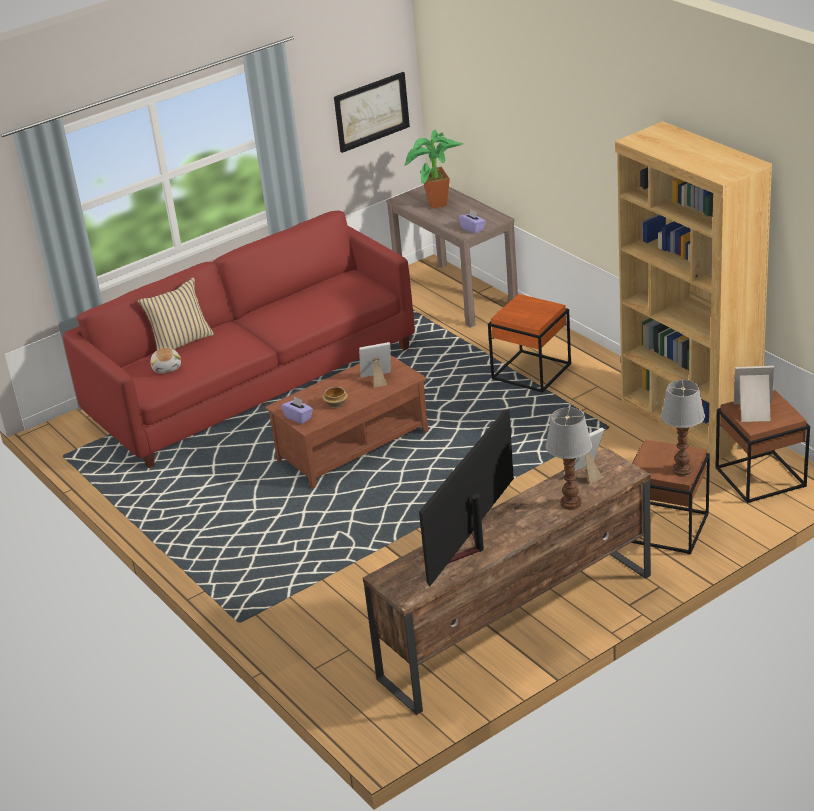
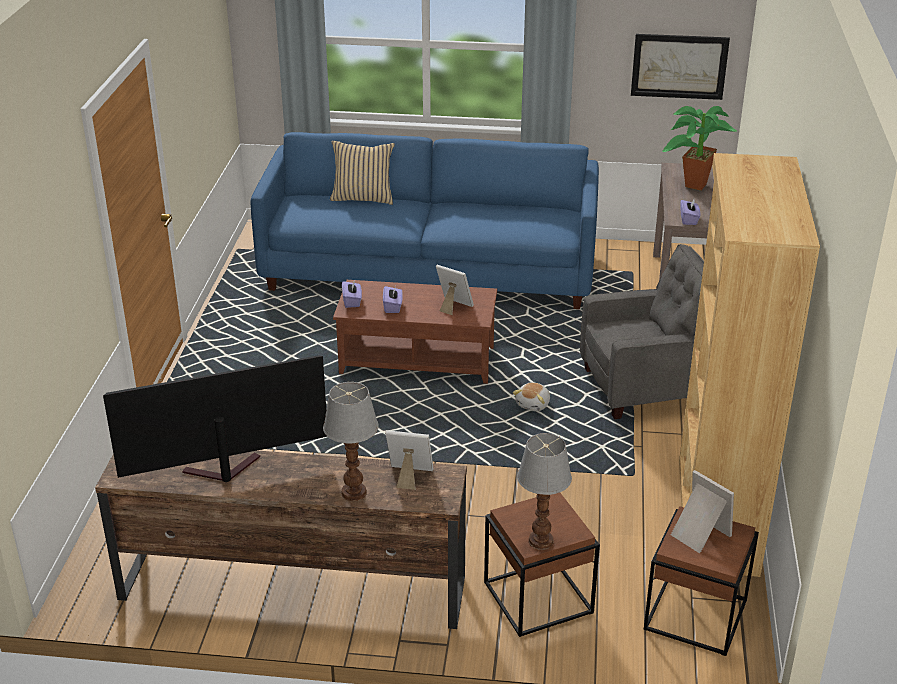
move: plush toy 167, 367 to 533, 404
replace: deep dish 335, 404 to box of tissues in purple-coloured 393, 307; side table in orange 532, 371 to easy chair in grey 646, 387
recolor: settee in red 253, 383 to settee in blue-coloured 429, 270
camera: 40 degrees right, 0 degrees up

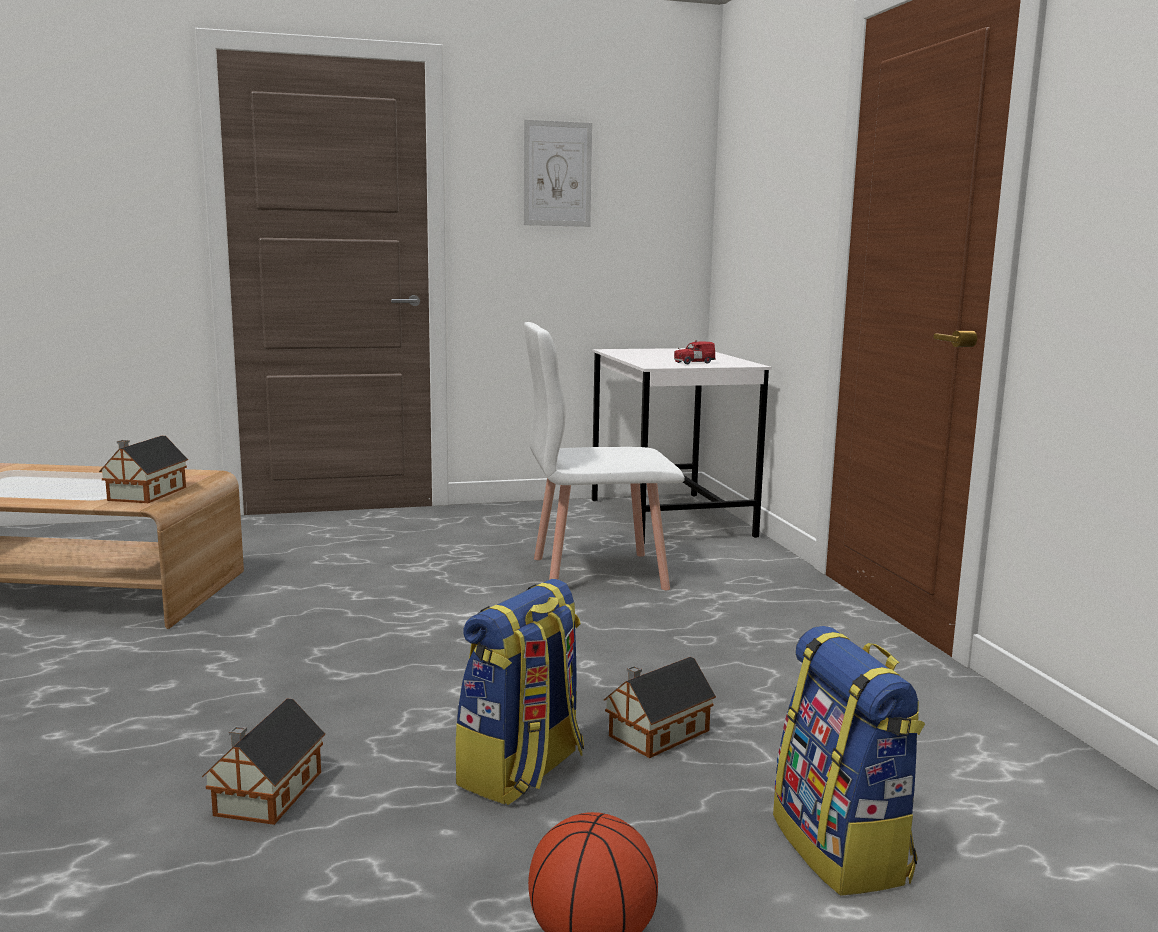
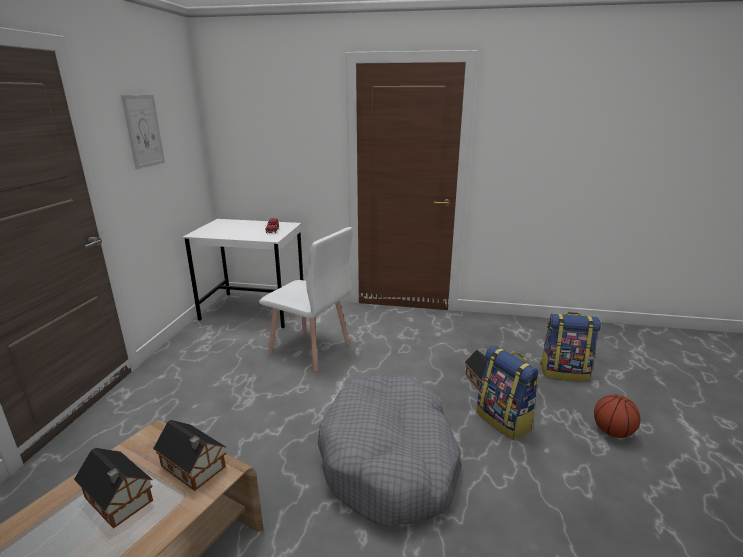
insert: pet bed in grey 390, 460
move: toy house 265, 795 to 119, 501
rotate: chair in whitish 597, 573 = 310, 349 75 degrees counterclockwise
camera: 65 degrees left, 10 degrees up

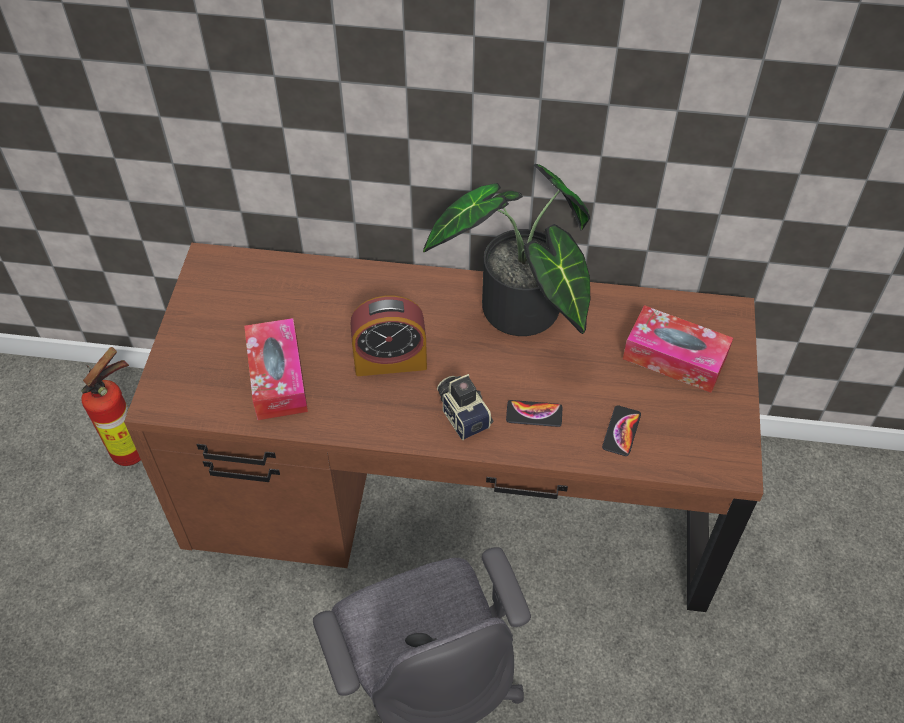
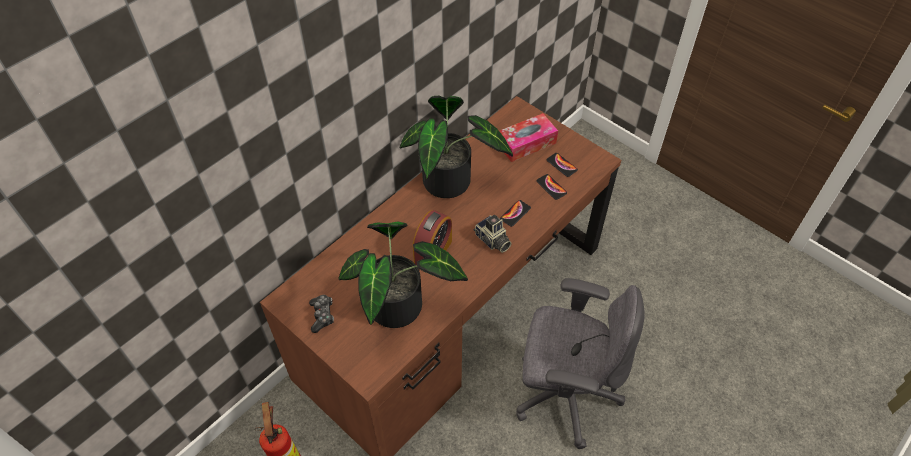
insert: game controller 322, 315; handset 561, 165
replace: box of tissues 277, 377 to plant in a pot 401, 309
rotate: photo camera 463, 414 = 492, 241 135 degrees counterclockwise
camera: 55 degrees left, 0 degrees up

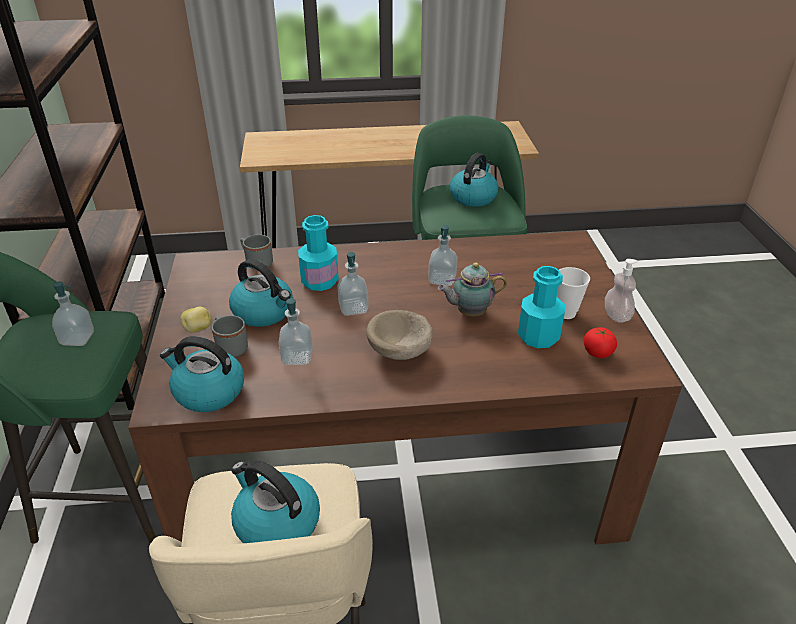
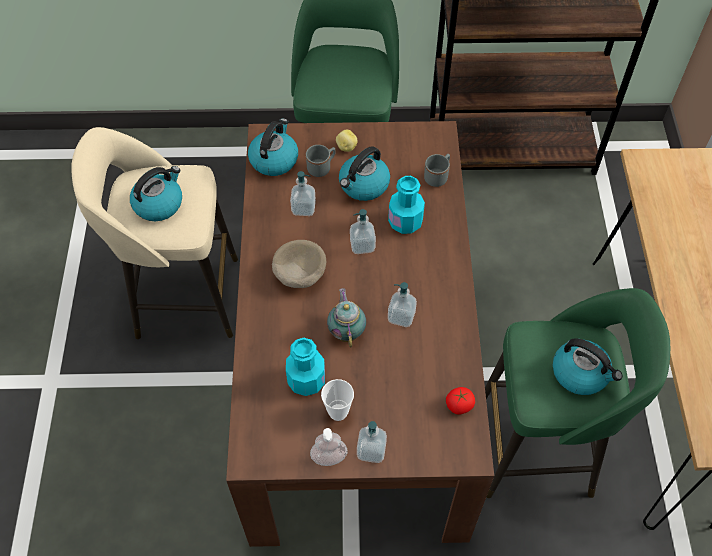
move: liquid soap bottle 77, 338 to 371, 450; tomato 597, 352 to 459, 405
camera: 95 degrees right, 20 degrees up

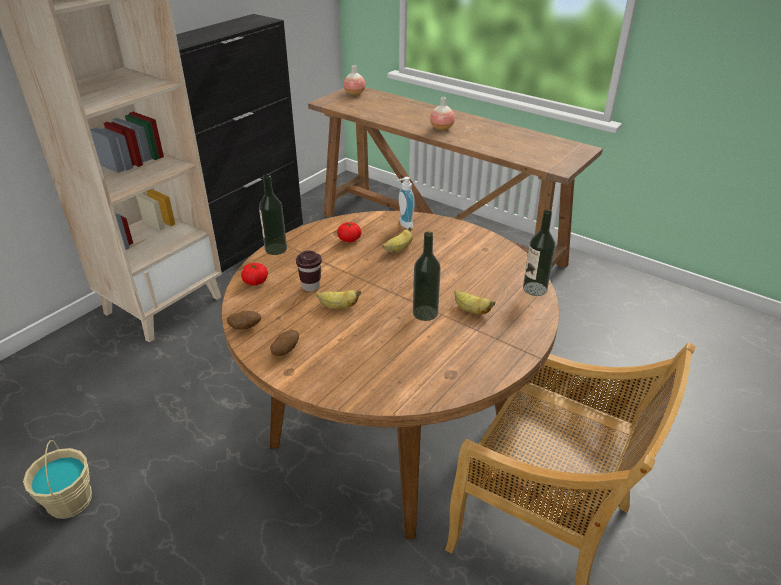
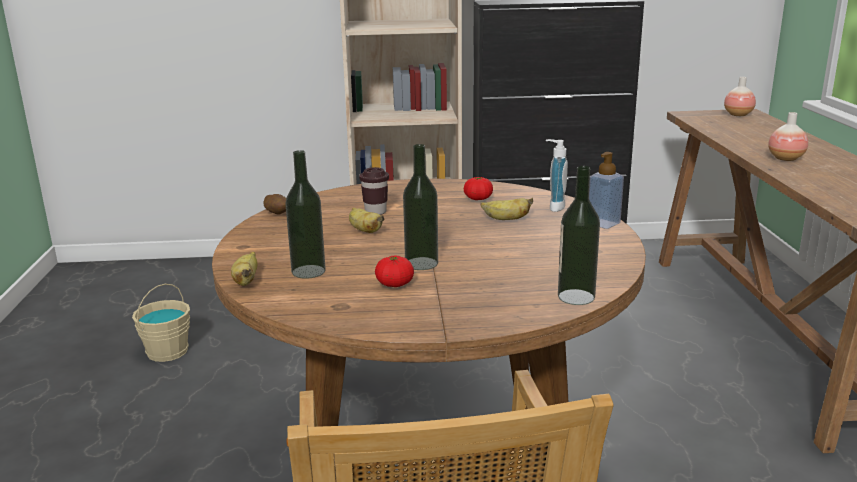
delete: spud 285, 351
insert: liquid soap bottle 603, 223
move: tomato 255, 281 to 394, 284; bottle 276, 249 to 308, 271; whole banana 471, 310 to 246, 281
camera: 50 degrees right, 15 degrees down

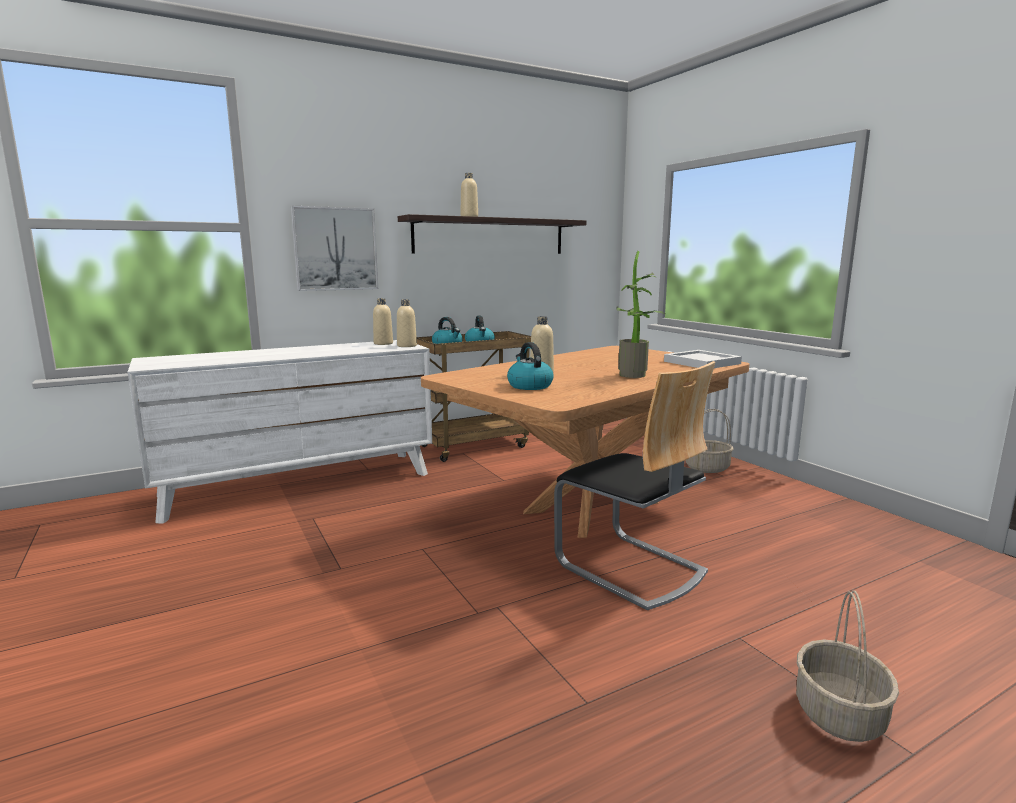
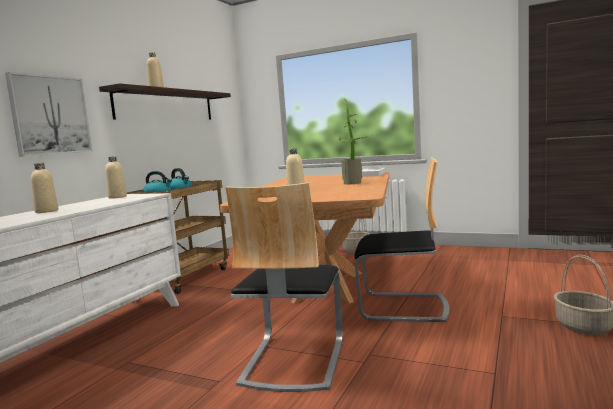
delete: kettle 529, 386
insert: chair 293, 360
move: bottle in beige-coloured 407, 346 to 46, 211
camera: 35 degrees left, 5 degrees down

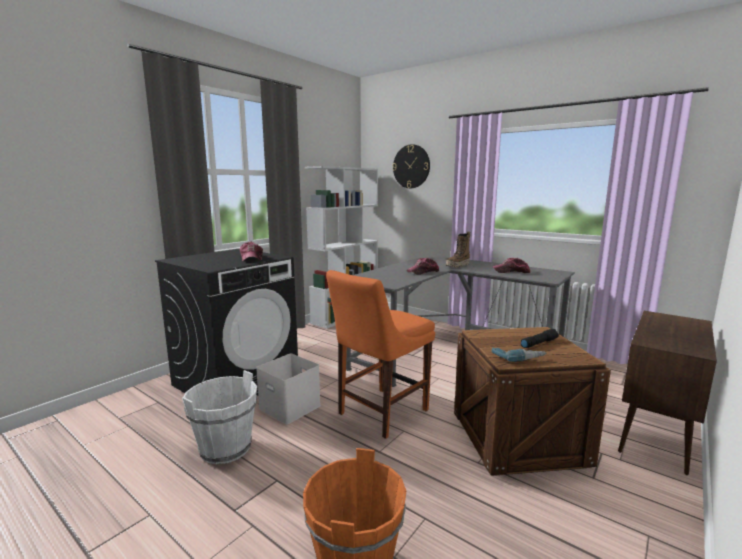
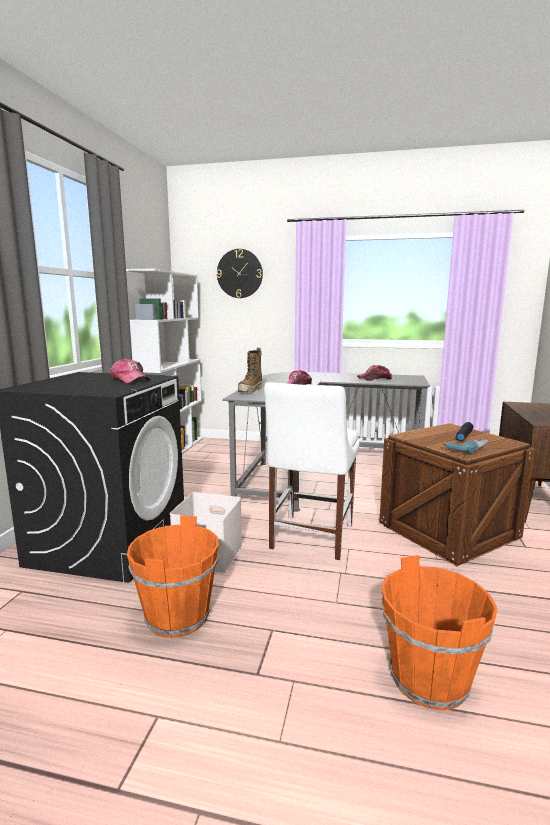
move: high-top boot 457, 266 to 250, 390
recolor: pail in whitish 226, 449 to pail in orange 178, 617; chair in orange 380, 413 to chair in whitish 310, 538
camera: 25 degrees left, 0 degrees up

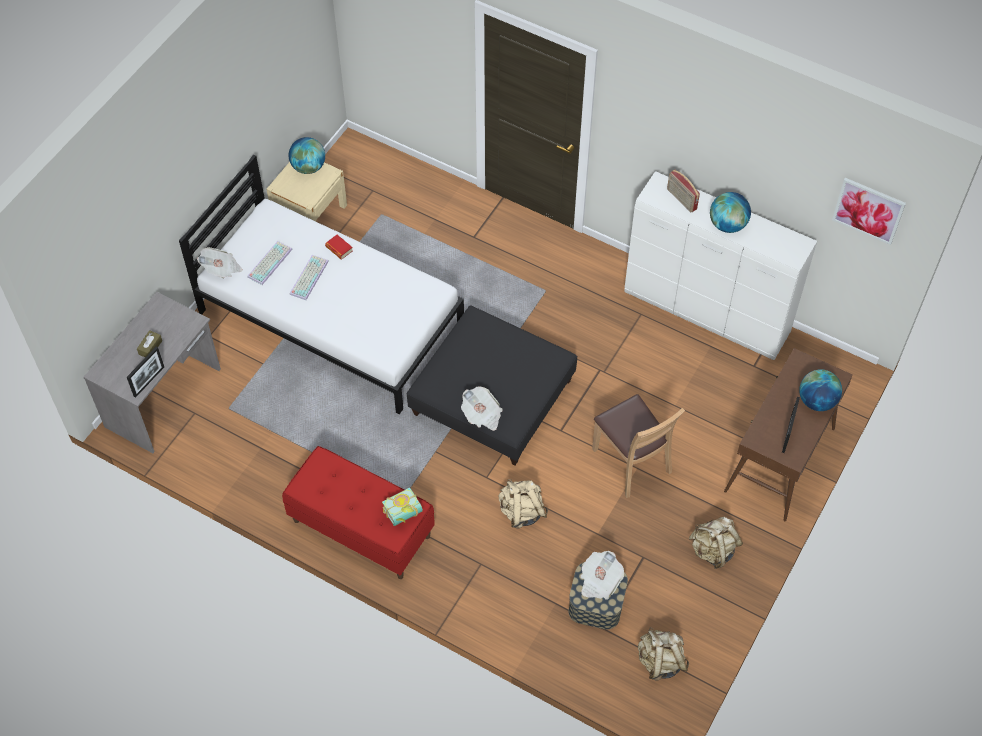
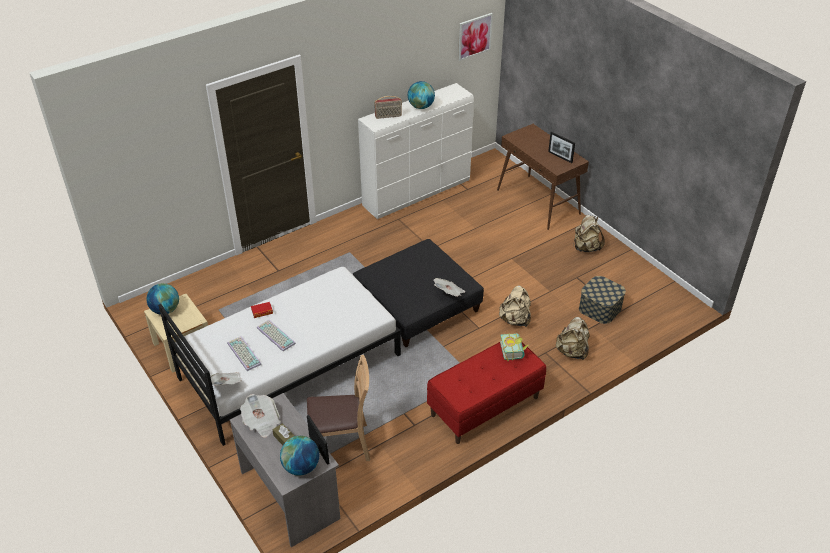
move: newspaper 599, 581 to 261, 422; chair in brownish 631, 462 to 342, 444; backpack in beige-coloured 660, 661 to 572, 351; world globe 816, 401 to 301, 467
camera: 65 degrees left, 15 degrees down

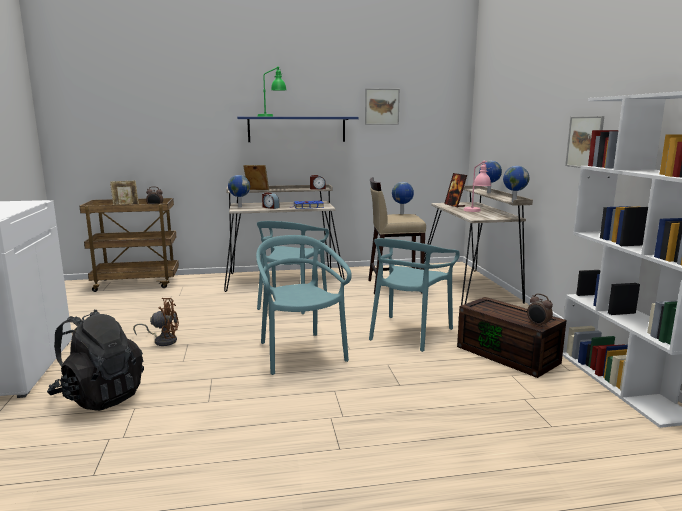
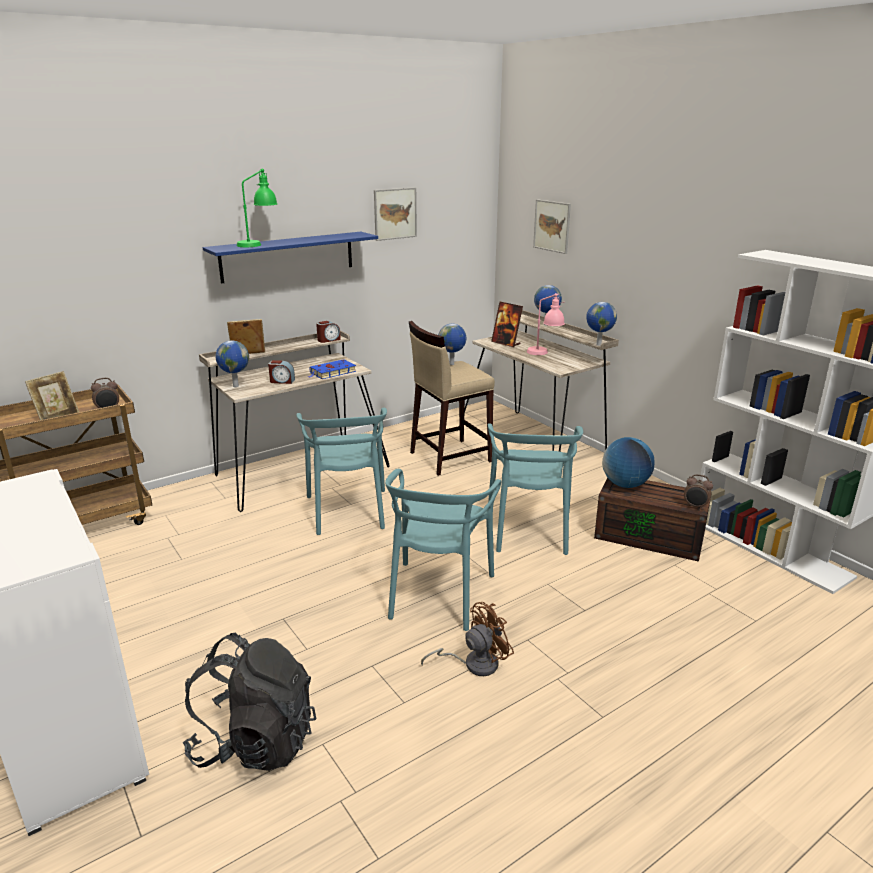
insert: world globe 625, 484
move: fan in brownish 163, 340 to 474, 664; picture 584, 142 to 552, 226
rotate: chair in turquoise-coloured 300, 353 = 439, 594 120 degrees counterclockwise
camera: 25 degrees left, 10 degrees up

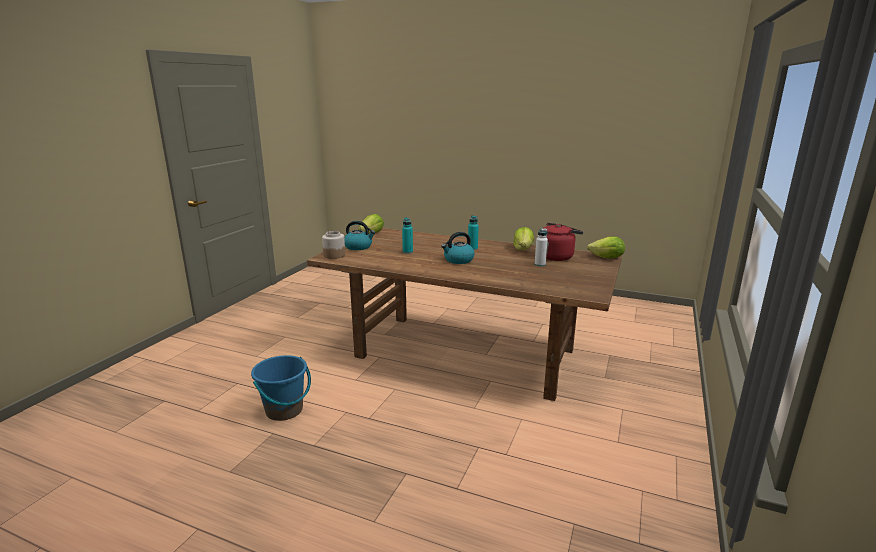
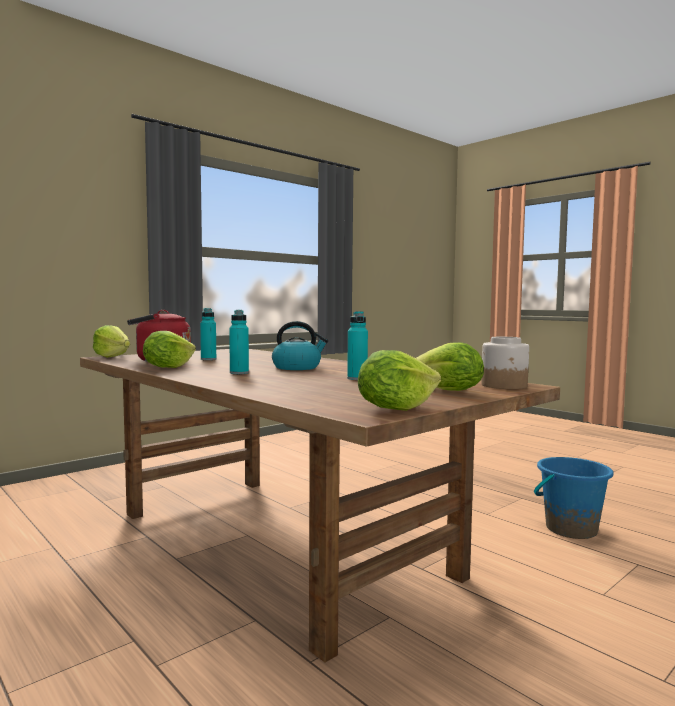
replace: kettle 359, 247 to lettuce head 448, 391
recolor: bottle in whitish 540, 264 to bottle in turquoise-coloured 208, 359
camera: 155 degrees left, 15 degrees down

